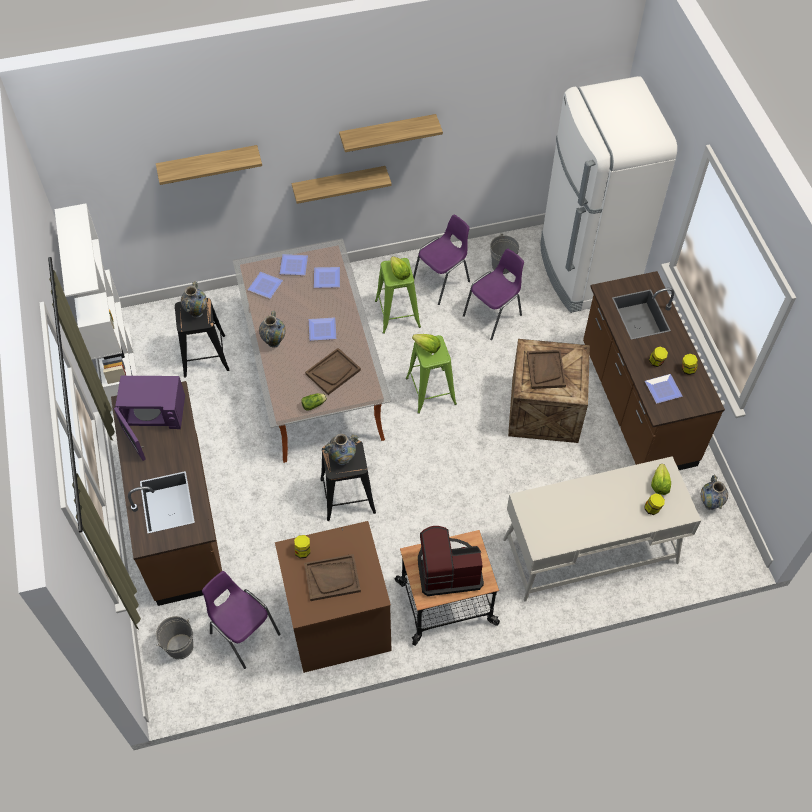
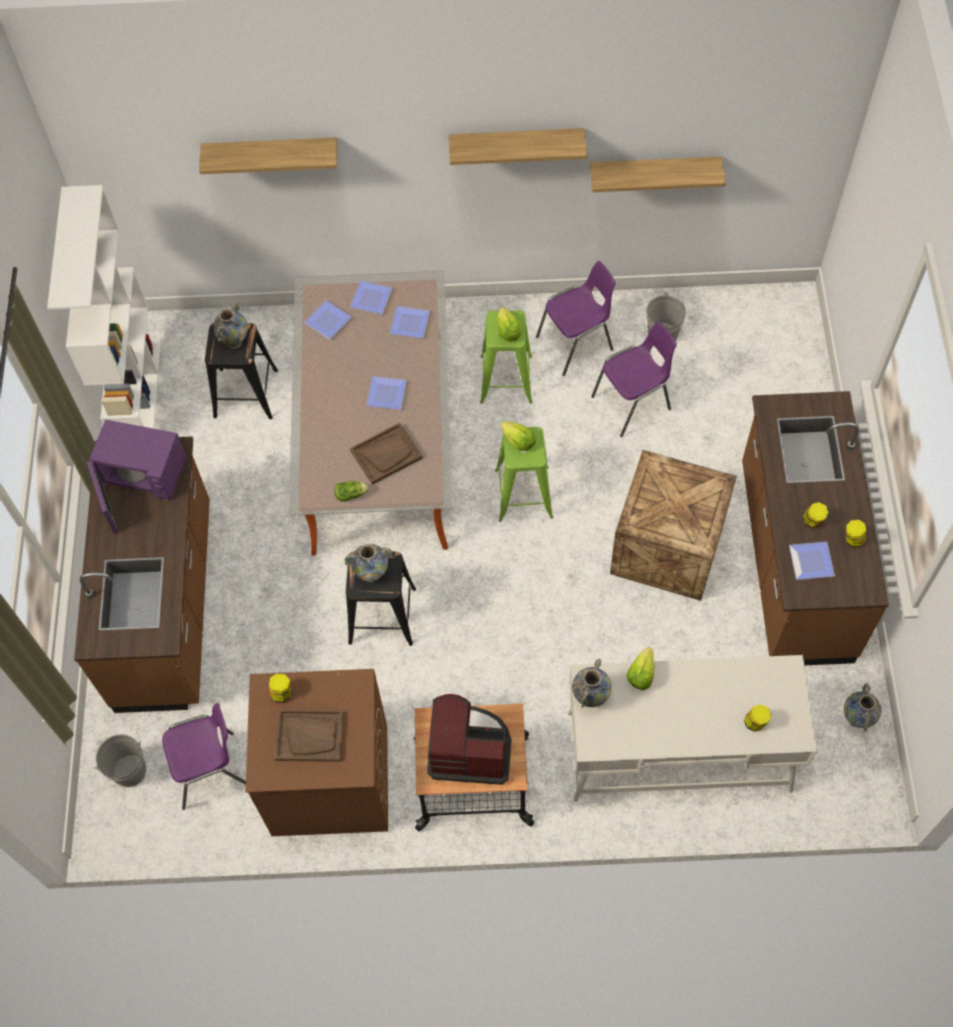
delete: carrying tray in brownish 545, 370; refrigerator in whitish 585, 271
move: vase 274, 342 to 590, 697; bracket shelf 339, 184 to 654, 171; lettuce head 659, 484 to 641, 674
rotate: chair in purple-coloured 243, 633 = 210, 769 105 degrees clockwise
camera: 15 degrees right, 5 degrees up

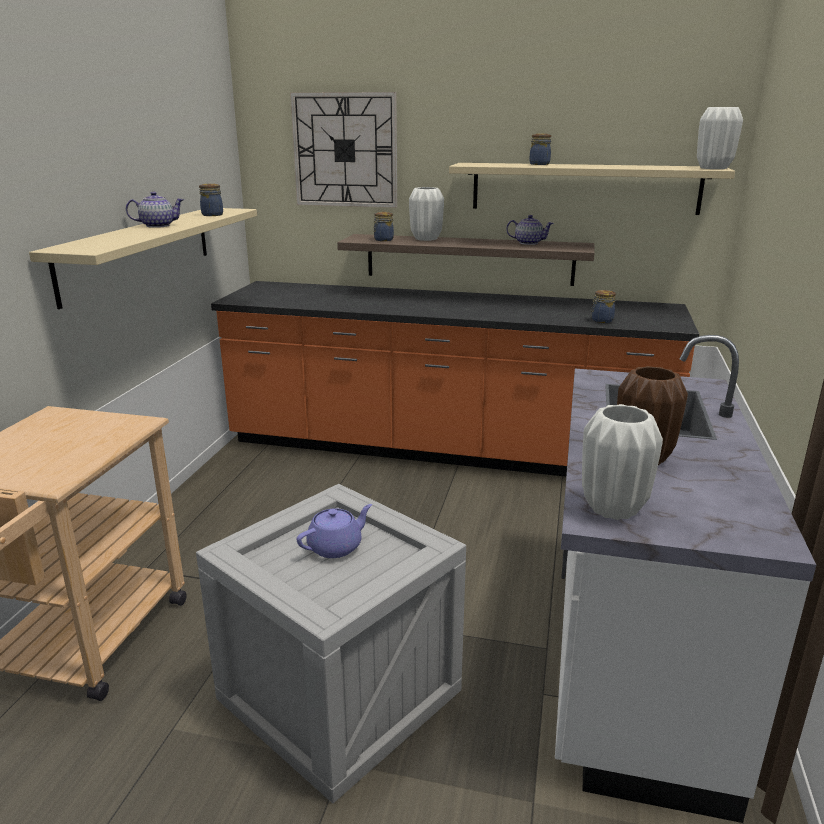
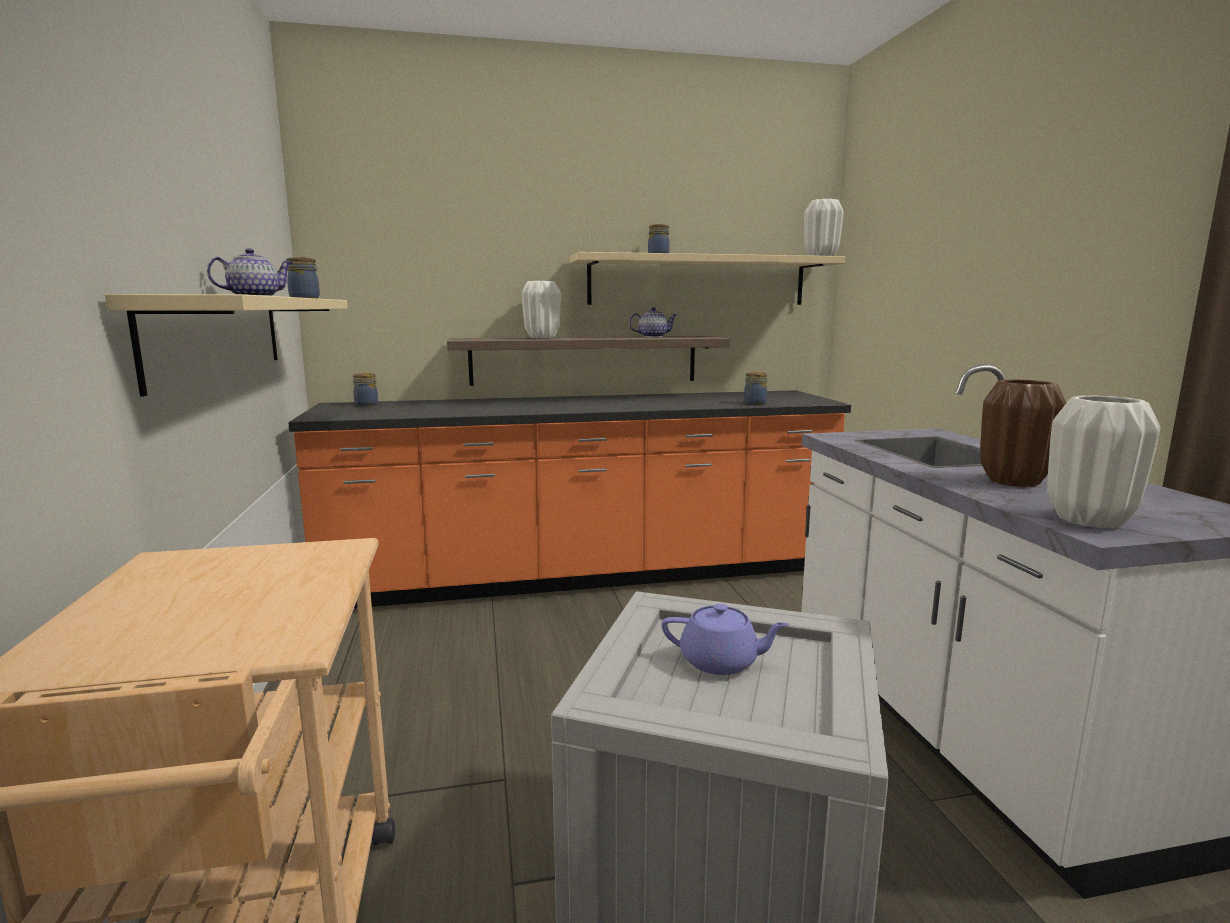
delete: clock on the wall 345, 150
move: jar 383, 240 to 365, 404
rotate: tea pot in purple-coloured 336, 547 = 721, 662 75 degrees clockwise
camera: 25 degrees left, 10 degrees down

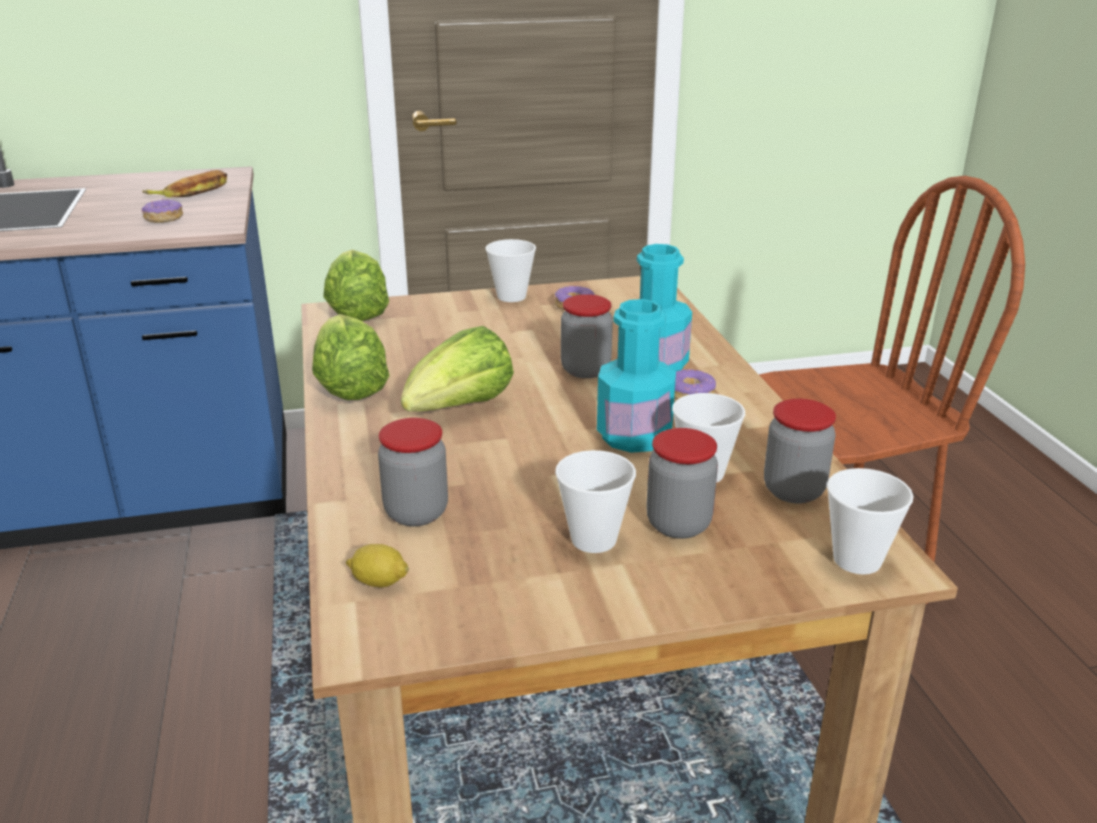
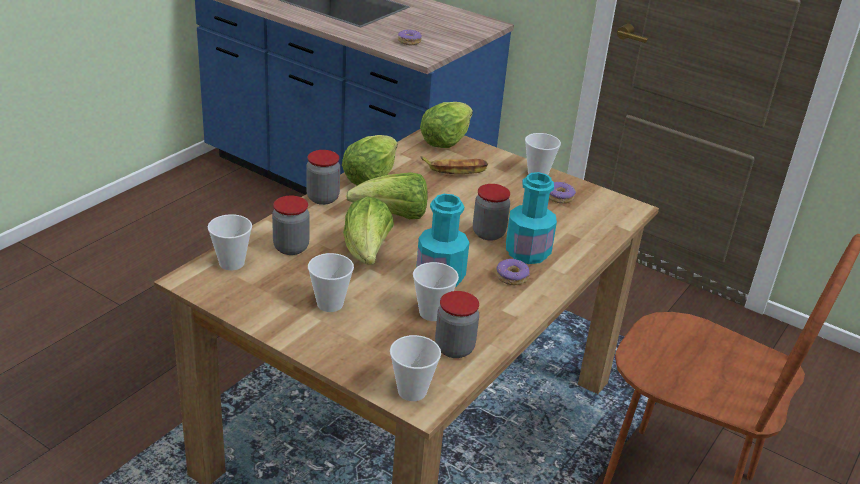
insert: lettuce head 367, 253
move: whole banana 192, 192 to 455, 169; jar 678, 524 to 323, 198
replace: whole lemon 379, 582 to cup 232, 263
camera: 45 degrees right, 5 degrees up

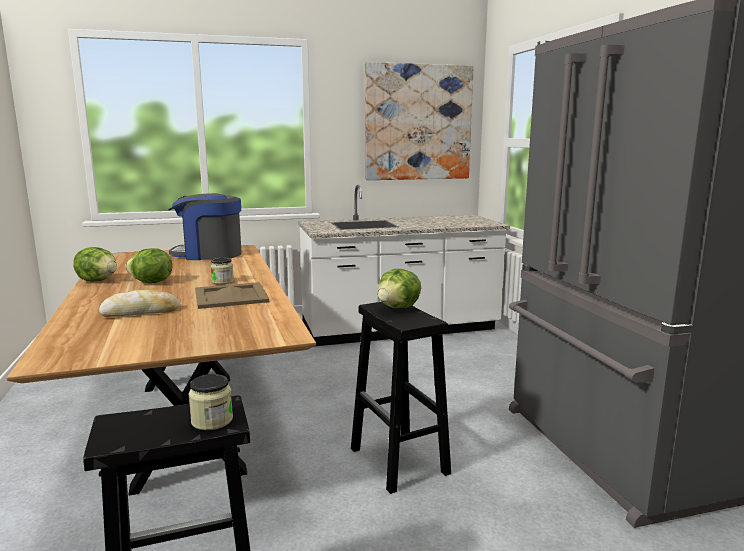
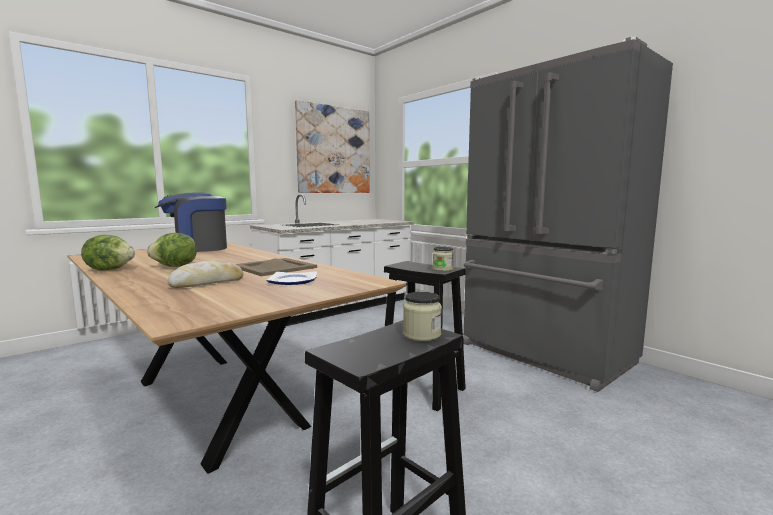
delete: lettuce head 399, 308
insert: flat dish 293, 281
move: jar 222, 282 to 442, 269
camera: 25 degrees left, 5 degrees down

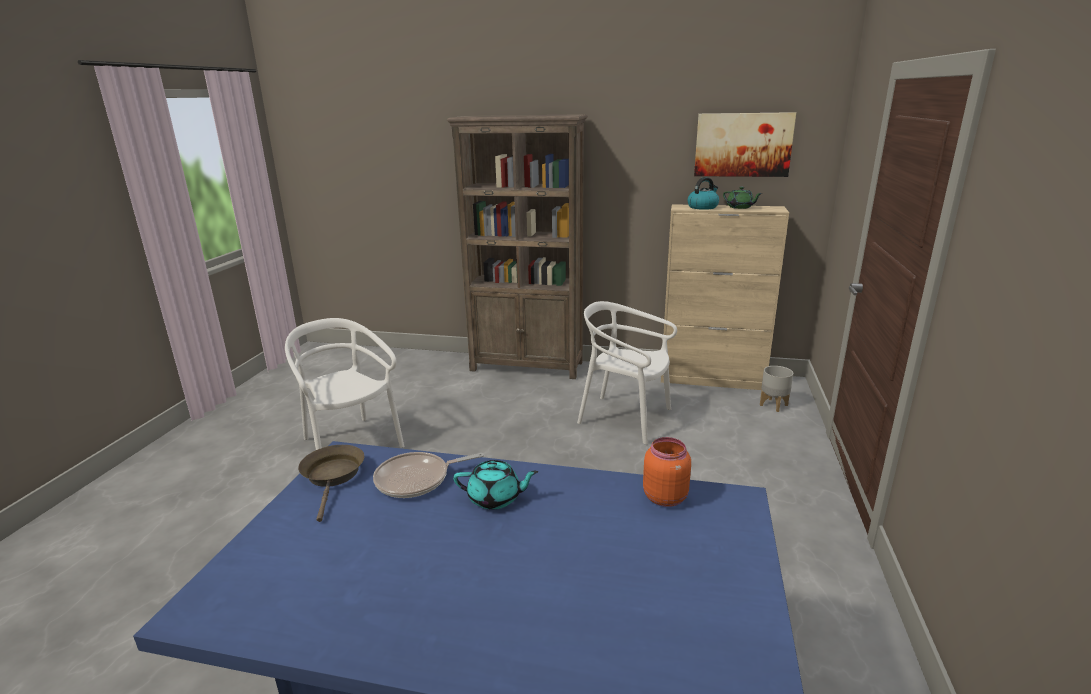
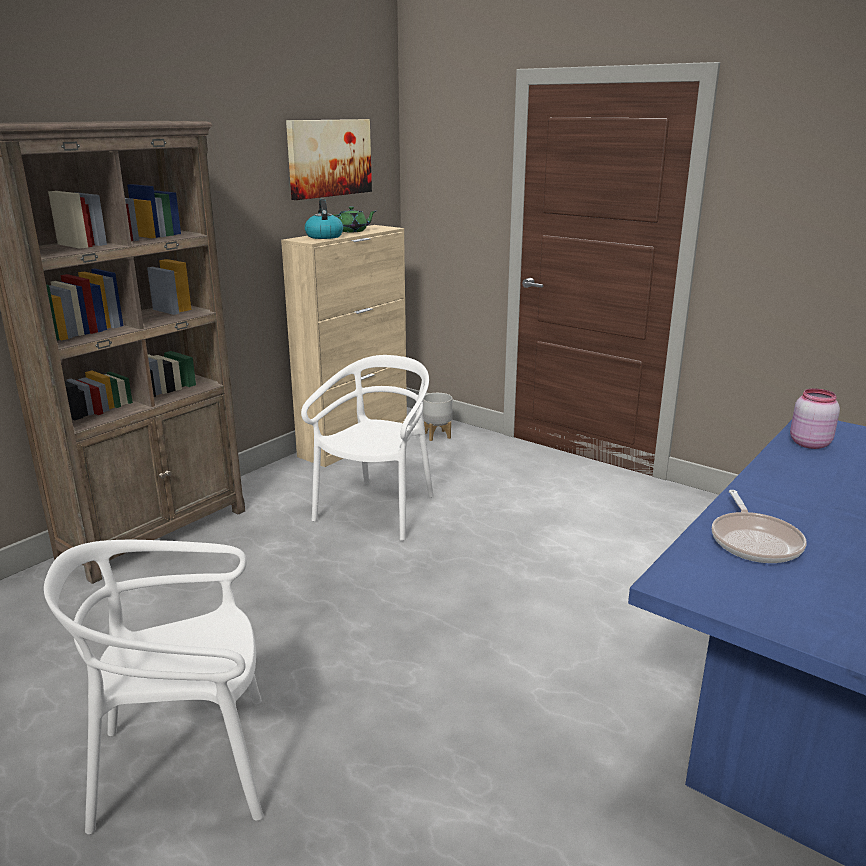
delete: pan in brownish 333, 476; tea pot in turquoise-coloured 495, 498
recolor: jar in orange 665, 496 to jar in pink-coloured 808, 443
rotate: chair in whitish 625, 418 = 377, 510 150 degrees clockwise
camera: 65 degrees left, 0 degrees up

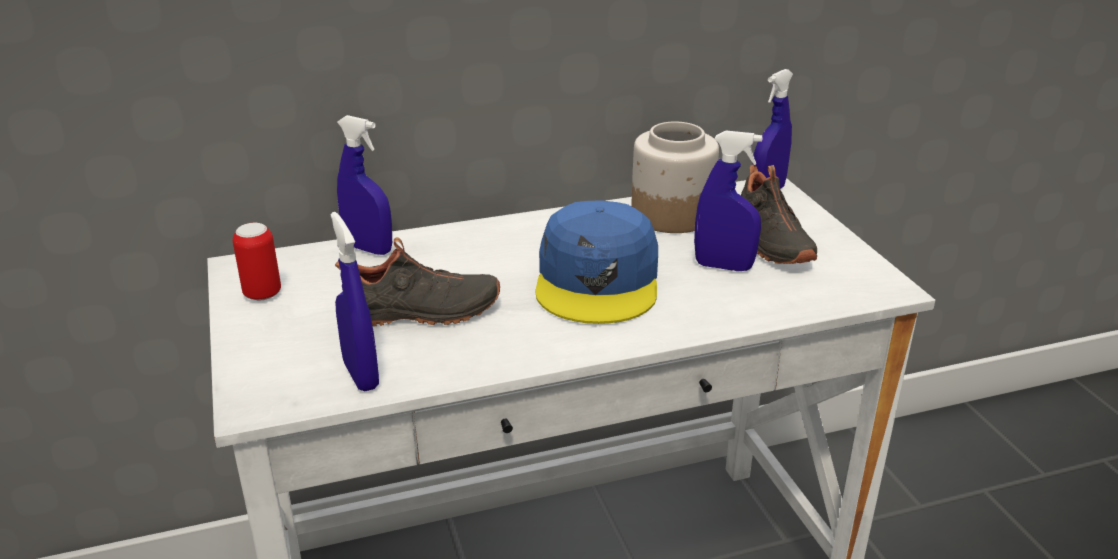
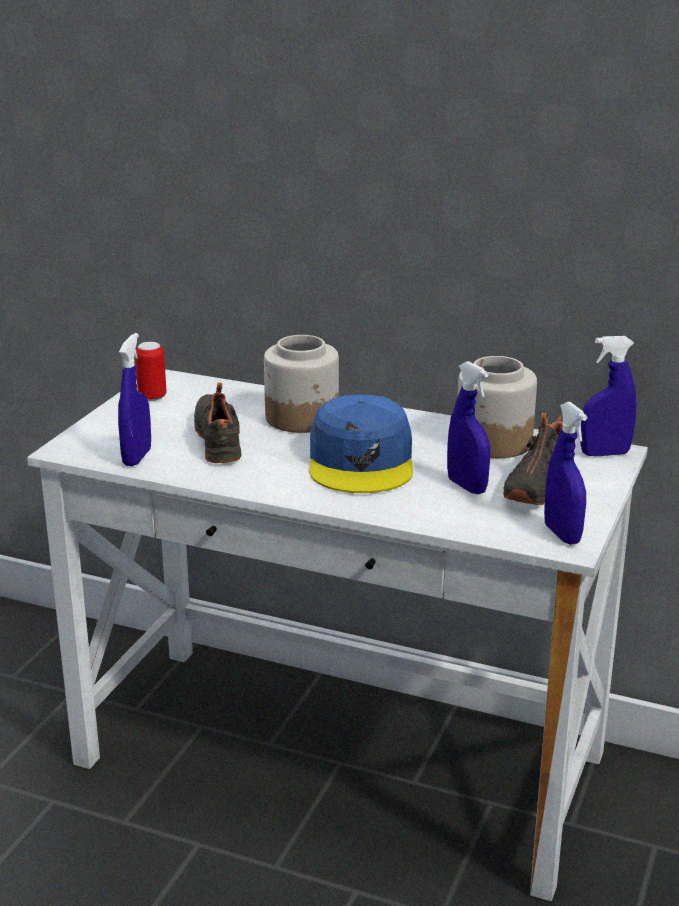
insert: jar 303, 418
move: spray bottle in blue-coloured 368, 249 to 562, 534
rotate: shoe in black 422, 314 = 220, 439 135 degrees counterclockwise; peaked cap in blue-coloured 598, 280 = 361, 462 45 degrees counterclockwise
camera: 40 degrees right, 5 degrees down

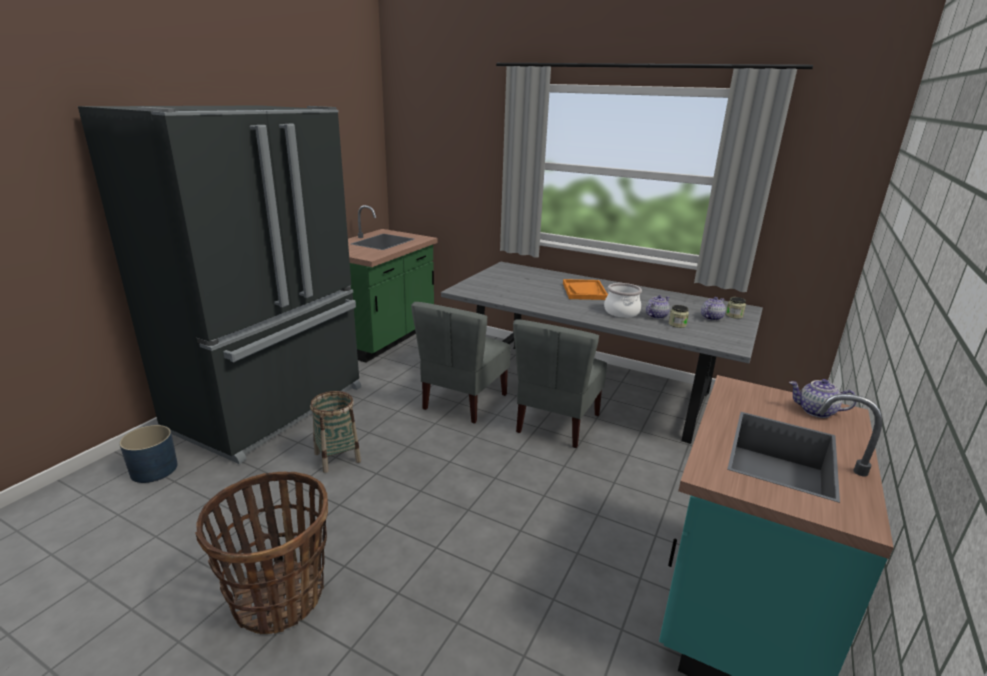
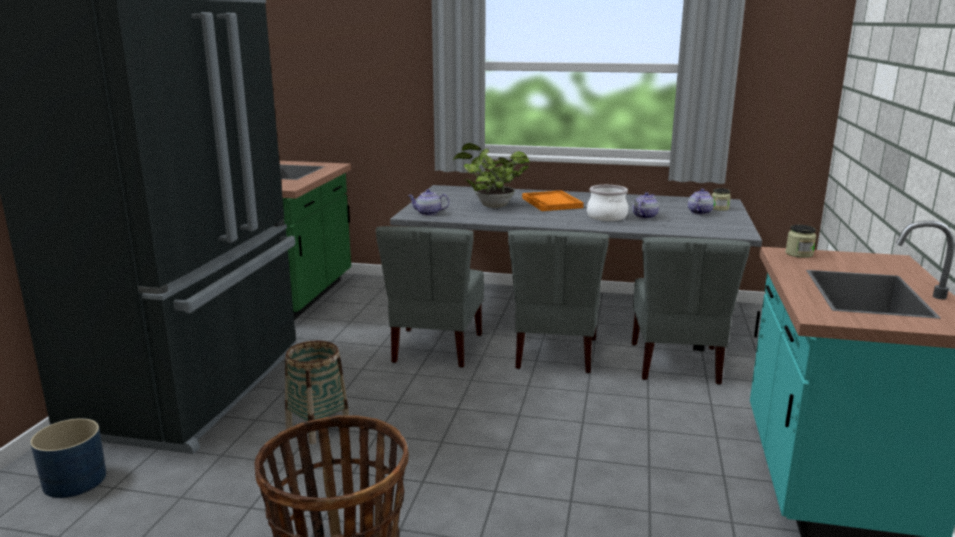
insert: plant in a pot 491, 206; chair in grey 676, 364
move: jar 677, 324 to 799, 254; tea pot 815, 411 to 428, 213
camera: 15 degrees left, 5 degrees down

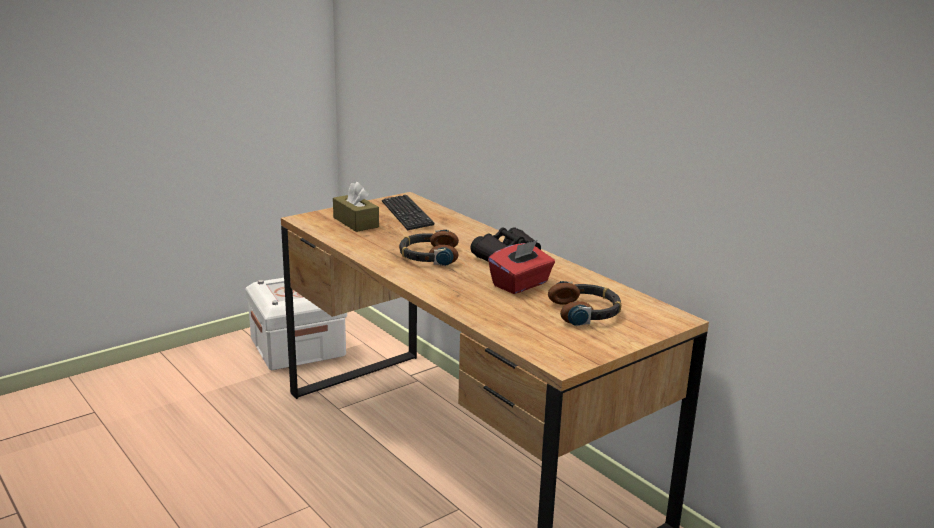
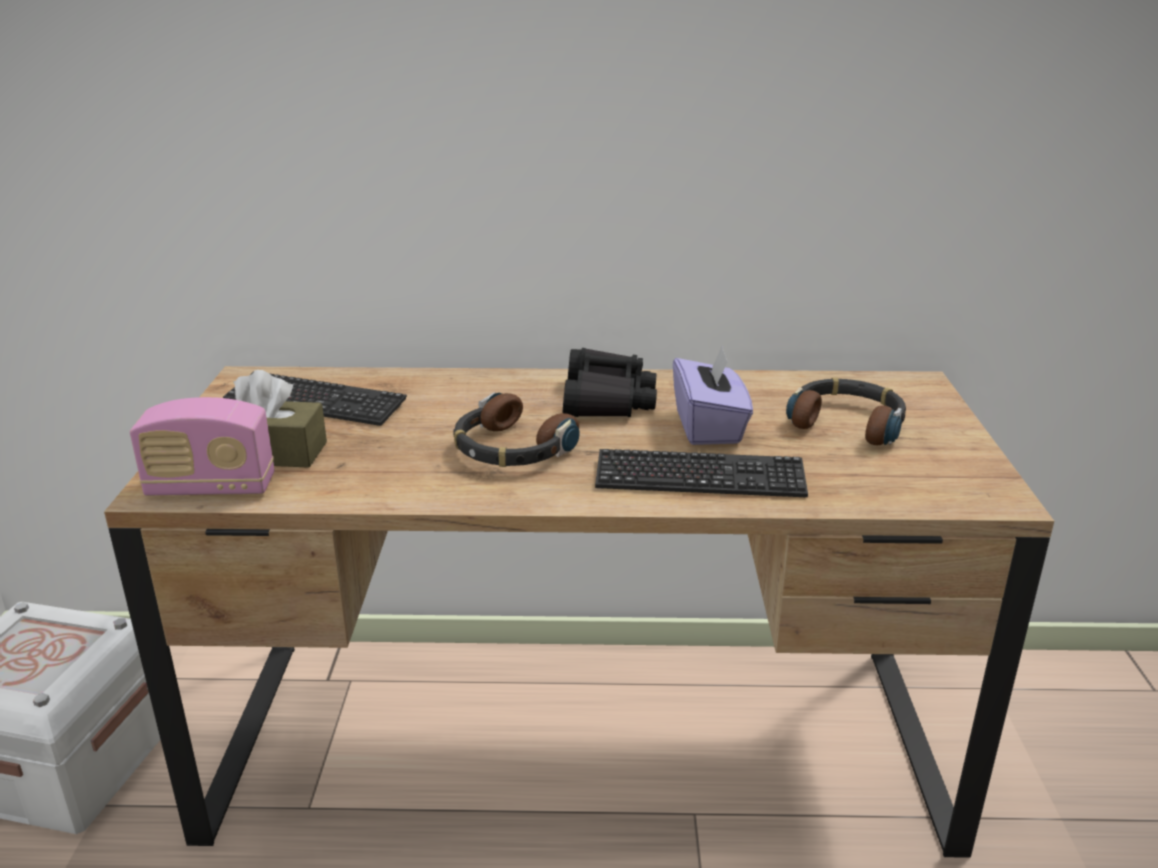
insert: radio receiver 211, 488; keyboard 699, 478
recolor: box of tissues in red 521, 284 to box of tissues in purple-coloured 709, 427
camera: 50 degrees left, 5 degrees up

